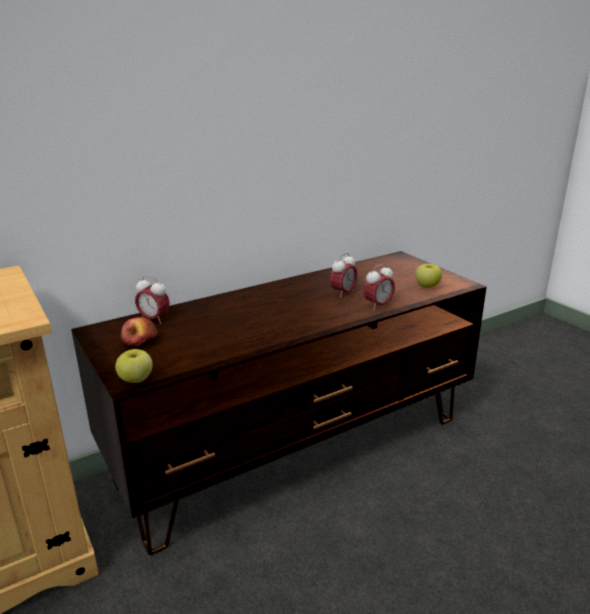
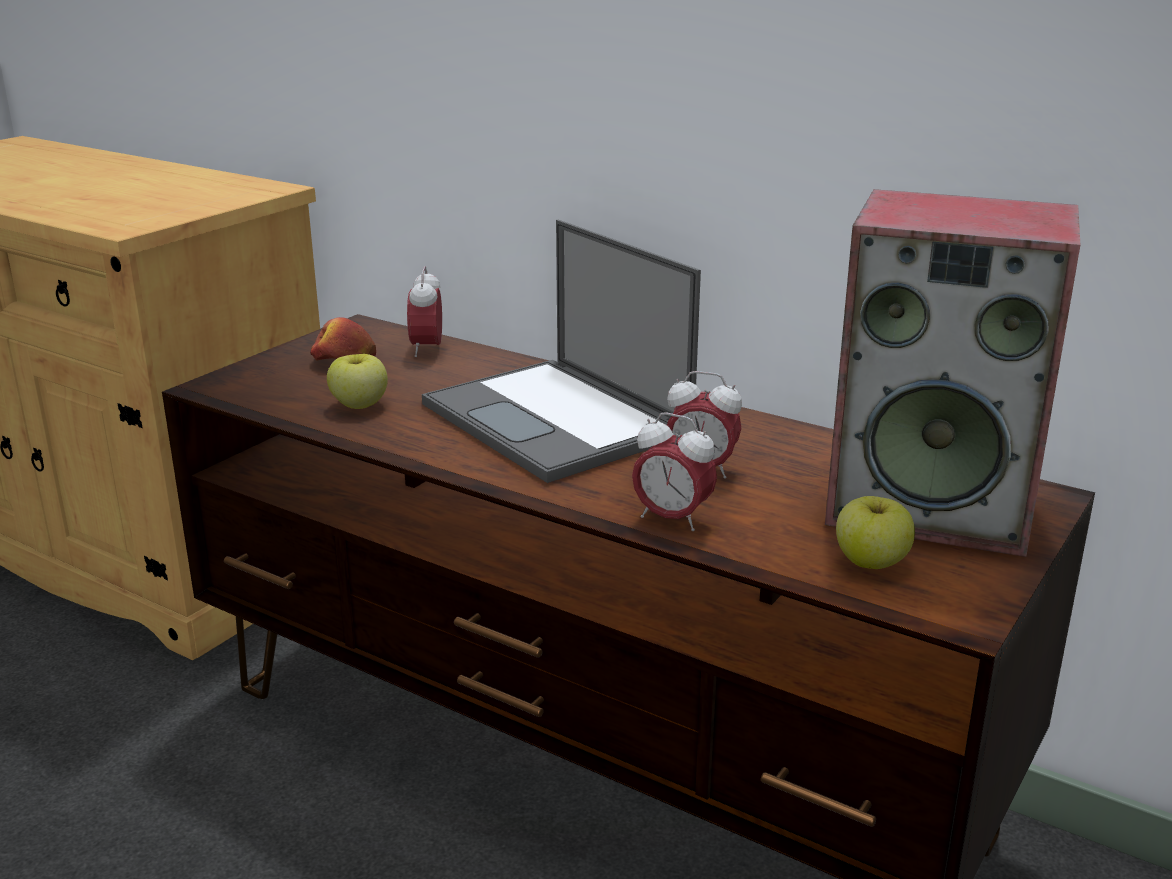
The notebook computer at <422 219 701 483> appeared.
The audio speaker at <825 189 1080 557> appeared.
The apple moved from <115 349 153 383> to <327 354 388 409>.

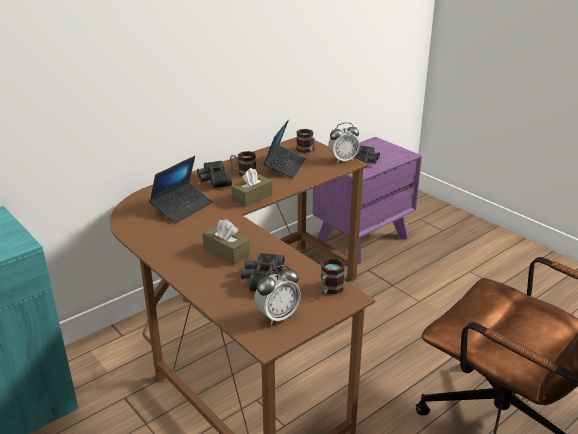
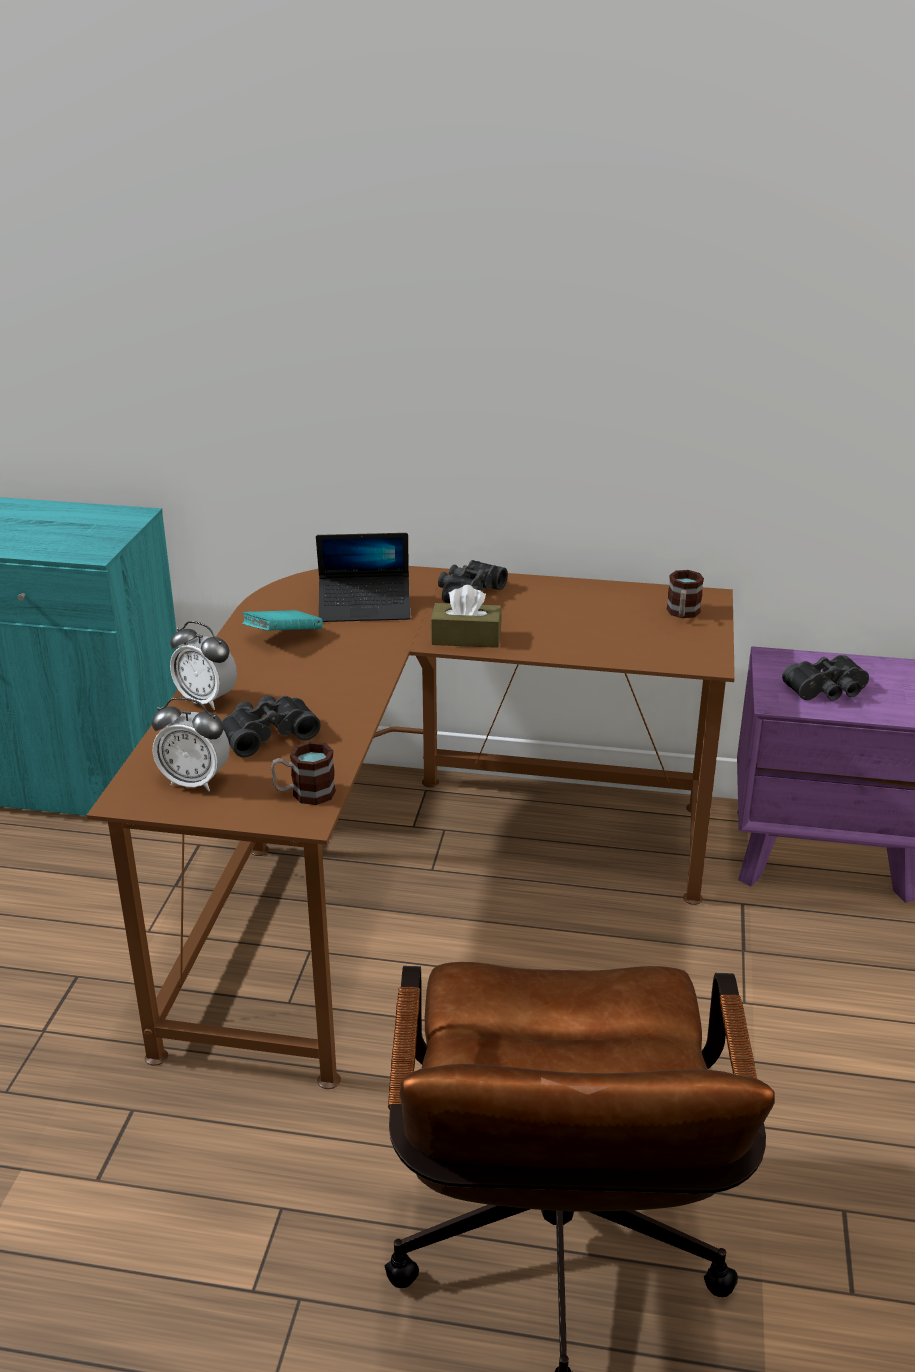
The box of tissues (brownish) at <203 219 250 265> disappeared.
The coffee mug at <230 151 256 176> disappeared.
The notebook computer at <263 119 306 178> disappeared.
The volume (turquoise) at <242 610 323 630> appeared.
The table clock moved from <328 122 359 163> to <170 621 237 710>.

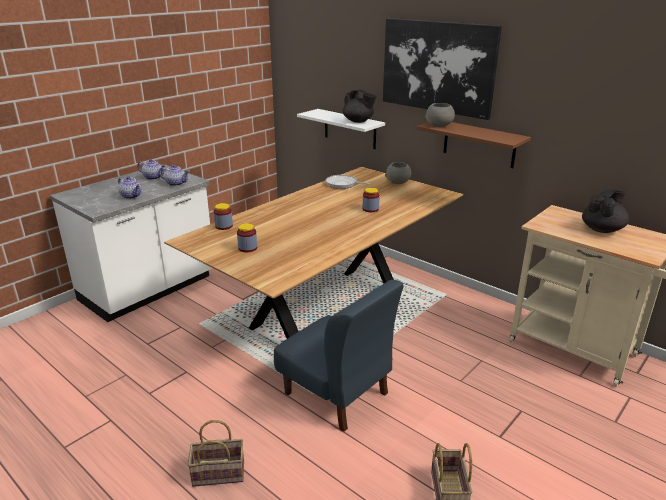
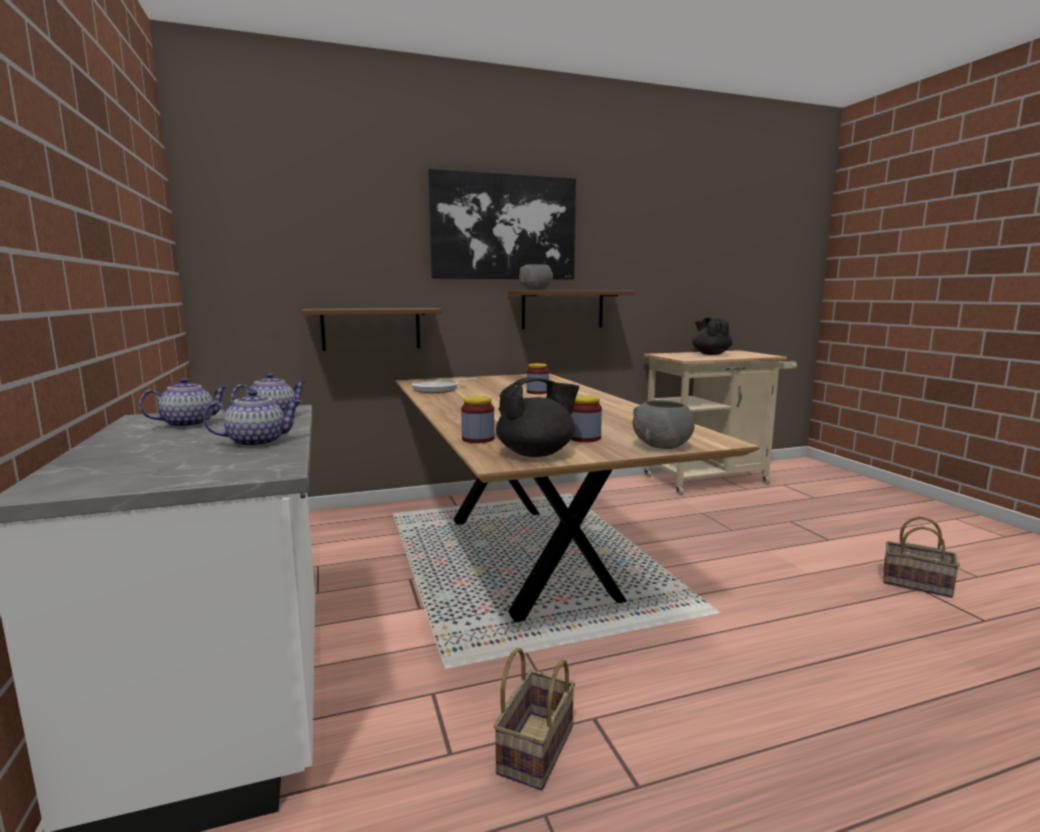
The plain chair (bluish) at <274 280 404 432> disappeared.
The basket moved from <188 420 244 487> to <494 648 575 790>.
The teapot (blackish) moved from <343 90 377 123> to <496 377 579 457>.
The bowl (grey) moved from <385 162 411 184> to <632 400 695 449>.
The shelf (white-coloured) at <297 109 385 149> became the shelf (brownish) at <301 308 442 351>.

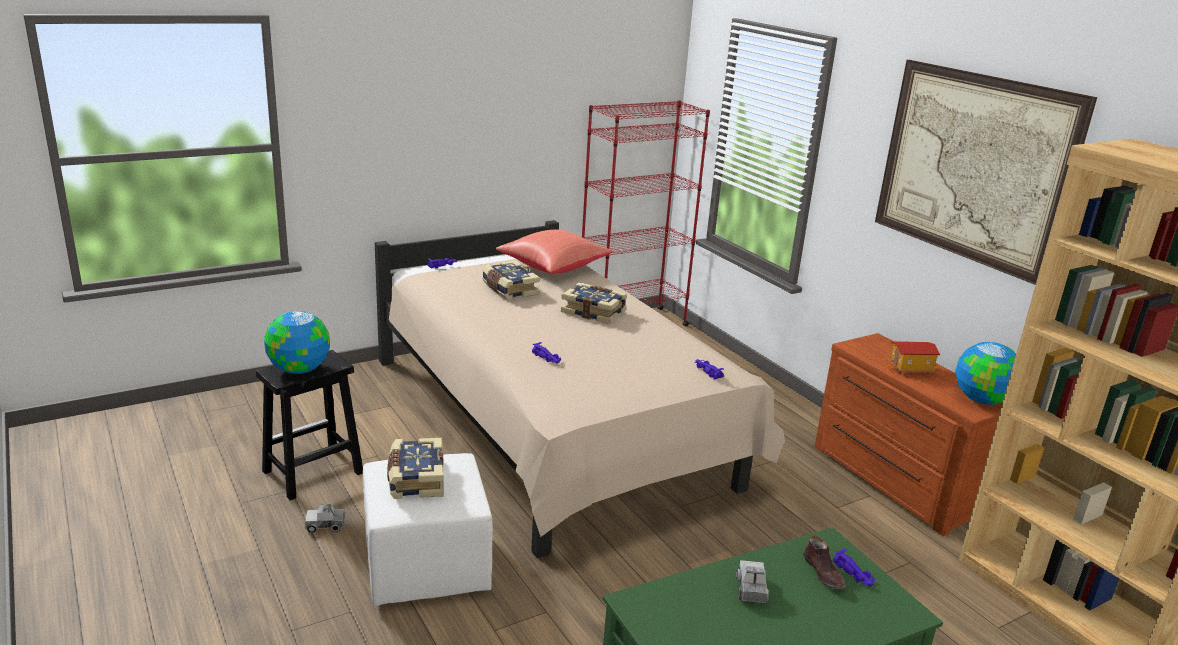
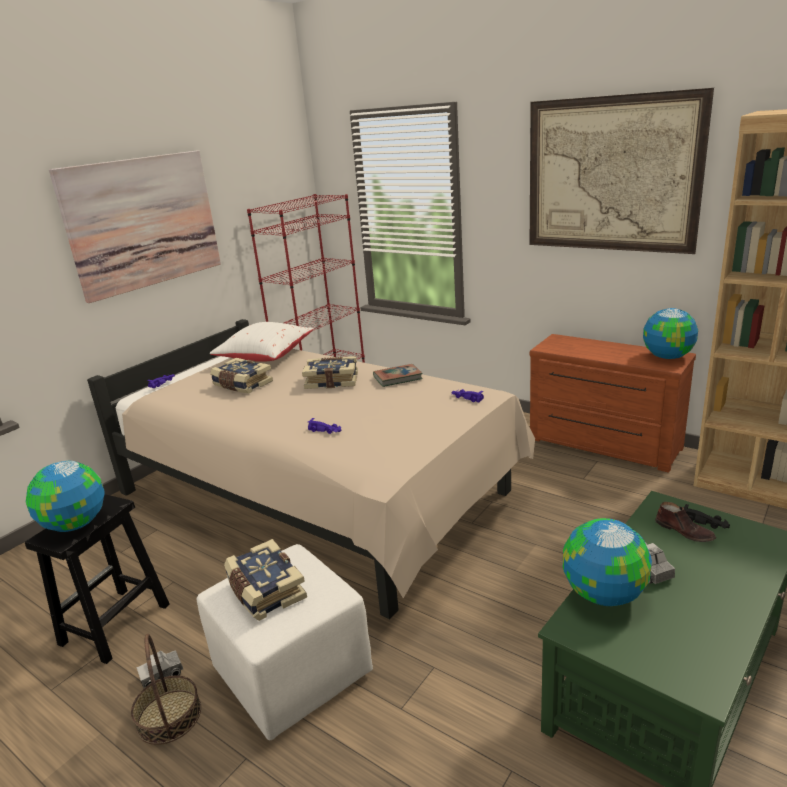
The miniature house at <885 341 940 375> disappeared.
The wall picture at <49 150 221 303> appeared.
The basket at <131 634 201 745> appeared.
The volume at <373 364 423 387> appeared.
The globe at <563 518 652 606> appeared.
The pillow (red-coloured) at <496 229 613 274> became the pillow (white-coloured) at <210 322 313 362>.
The toy car (purple-coloured) at <833 549 875 587> became the toy car (blackish) at <684 504 730 529>.

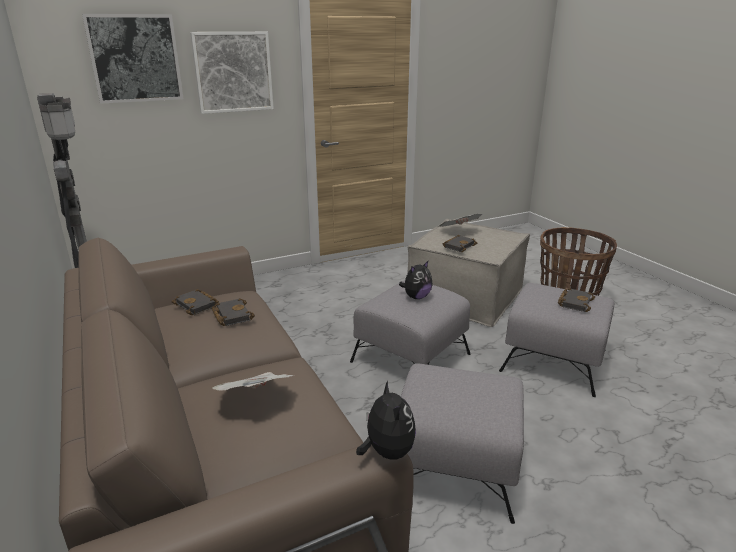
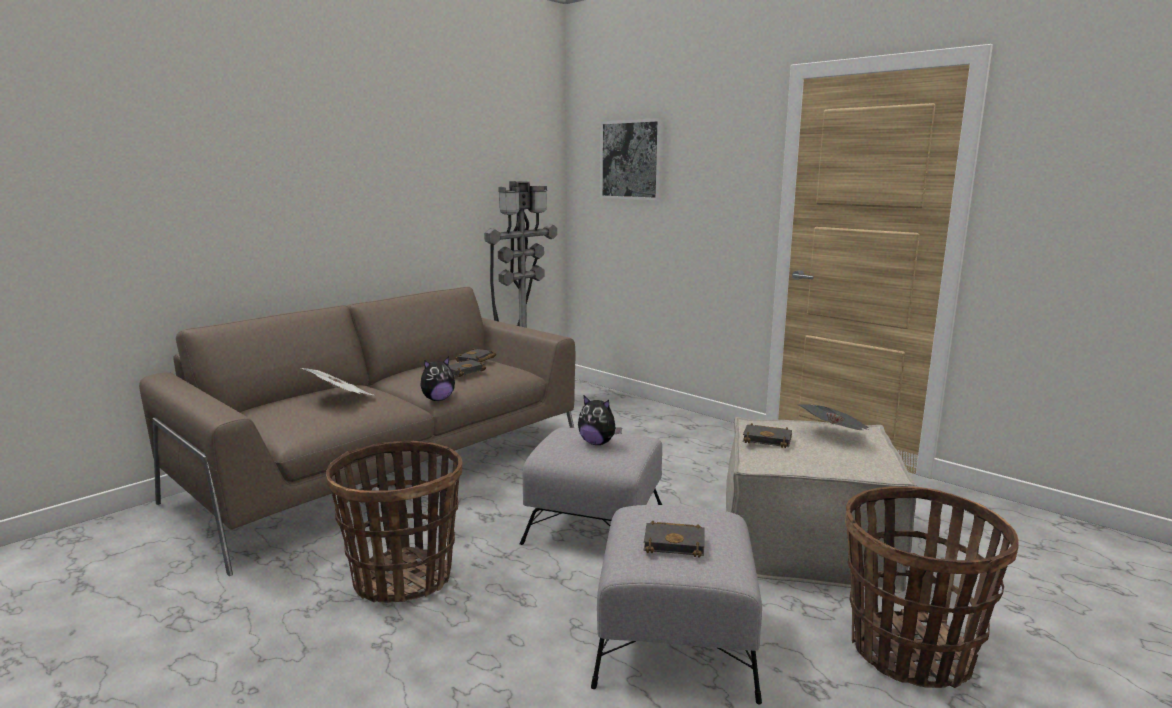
The wall picture at <190 32 274 114> disappeared.
The cuddly toy moved from <356 380 416 460> to <420 357 455 401>.
The ottoman (grey) at <401 364 524 524> was replaced by the basket at <326 441 462 603>.

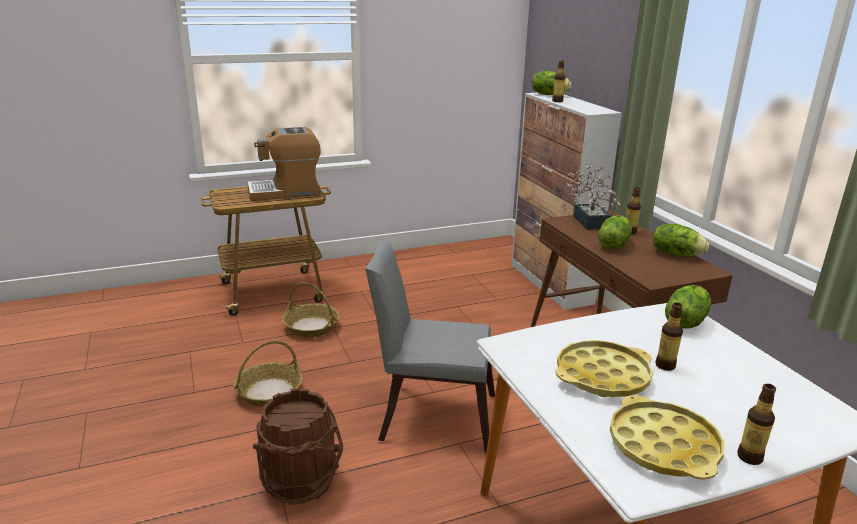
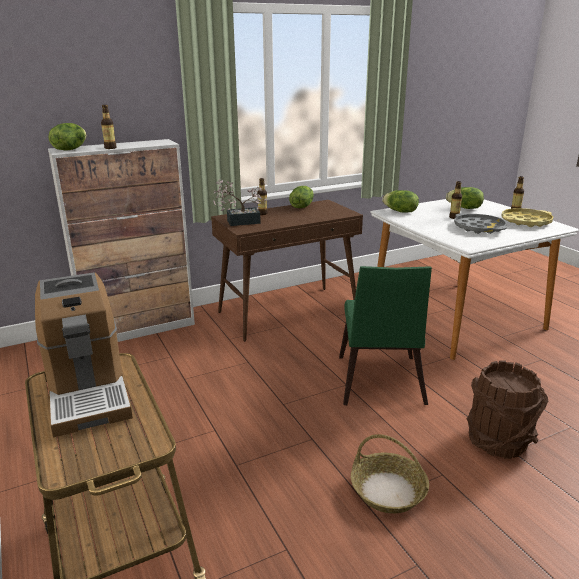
The basket at <282 282 340 337> disappeared.
The lettuce moved from <598 215 632 248> to <446 187 484 209>.
The plain chair (grey) at <365 239 495 454> became the plain chair (green-coloured) at <339 266 432 405>.
The tray (yellow) at <555 340 653 397> became the tray (grey) at <454 213 507 234>.

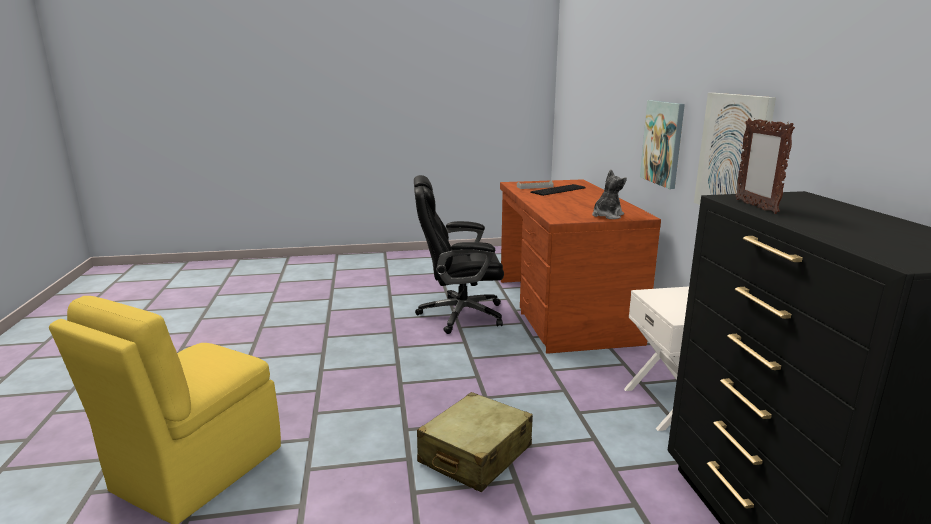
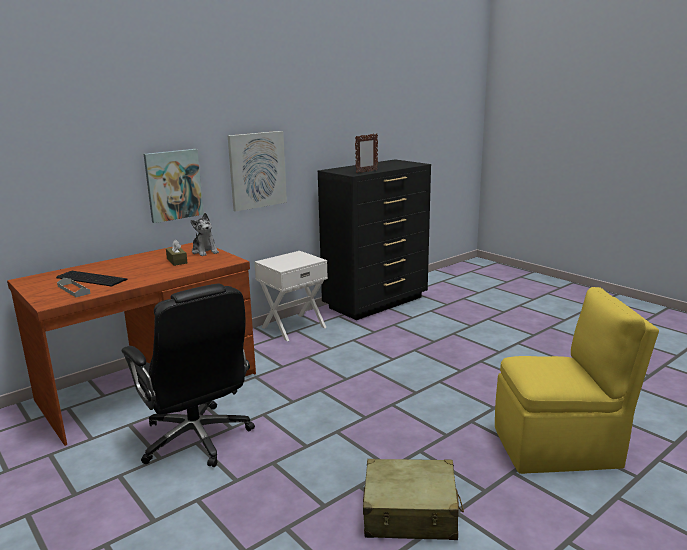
The box of tissues (brownish) at <166 240 187 266> appeared.
The suitcase (beige) moved from <417 392 533 492> to <363 459 464 540>.
The cuddly toy at <592 170 627 219> turned 135 degrees counterclockwise.

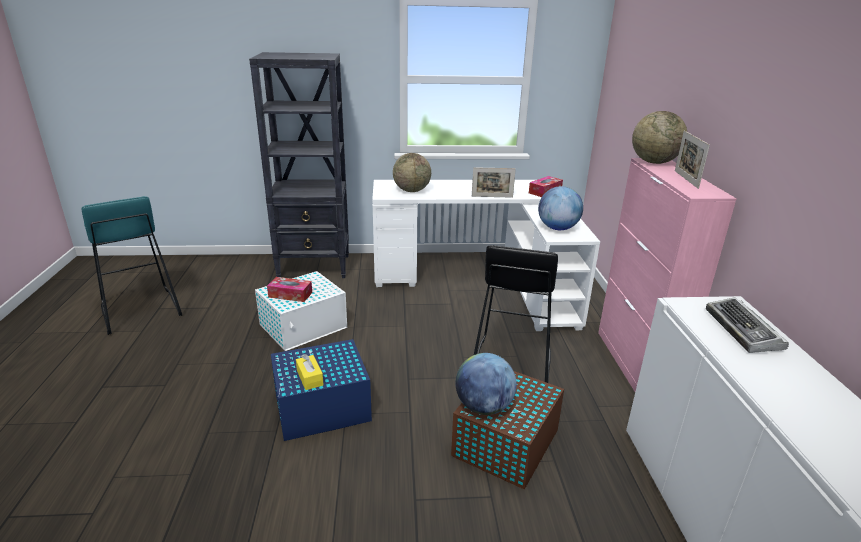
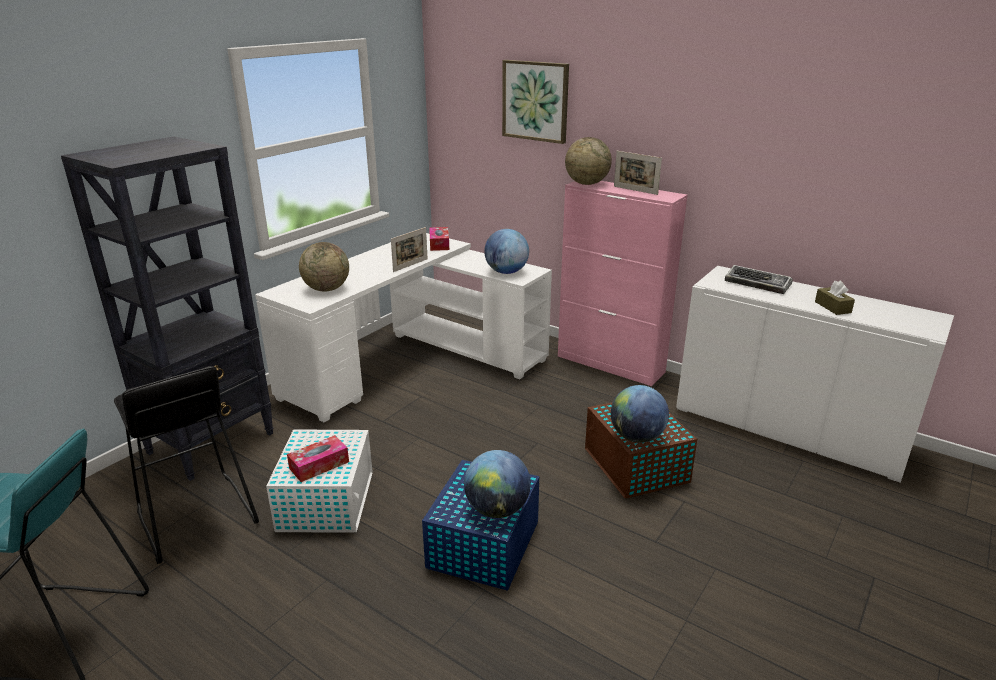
The wall picture at <502 60 569 144> appeared.
The box of tissues (brownish) at <815 281 855 315> appeared.
The sitting stool (blackish) moved from <474 245 558 383> to <114 366 259 564>.
The box of tissues (yellow) at <296 354 324 390> was replaced by the globe at <464 450 531 518>.

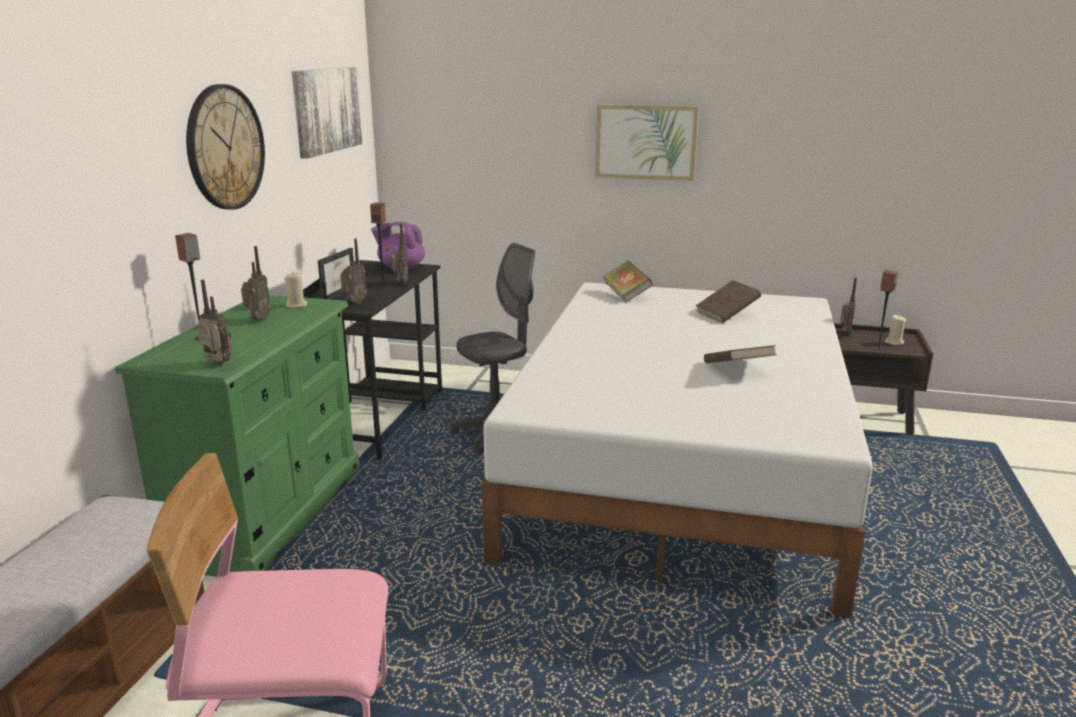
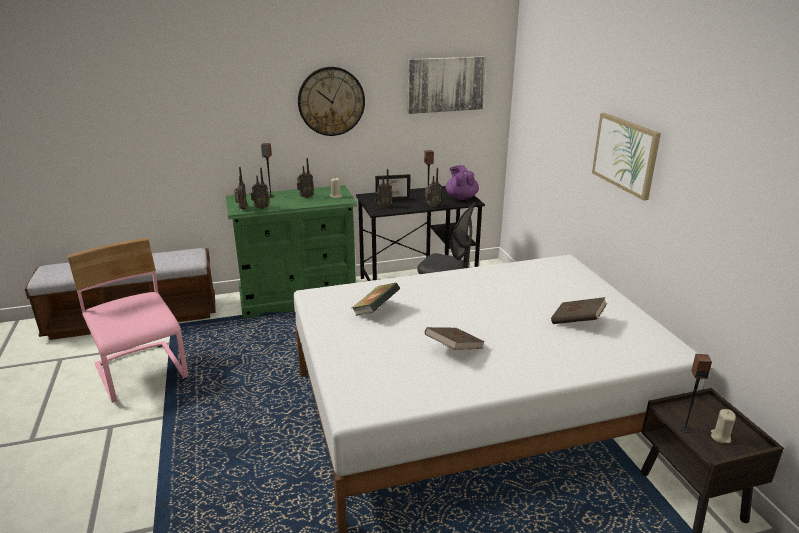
The volume moved from <603 261 653 302> to <352 283 400 316>.
The radio set moved from <840 277 857 334> to <250 167 269 209>.

